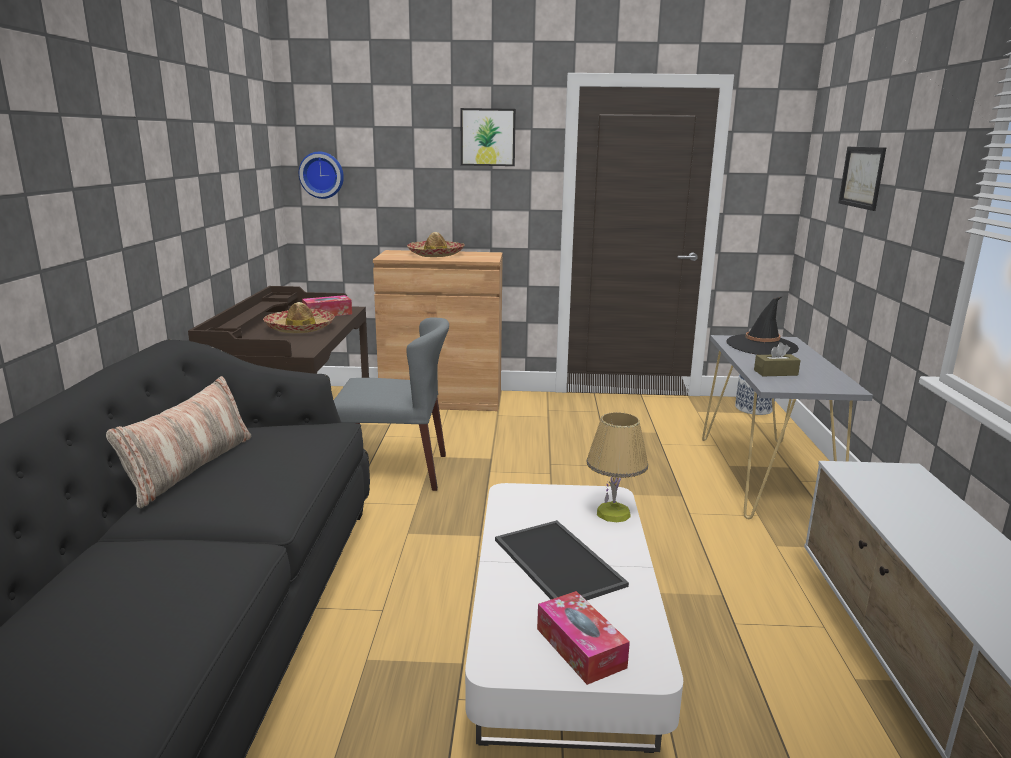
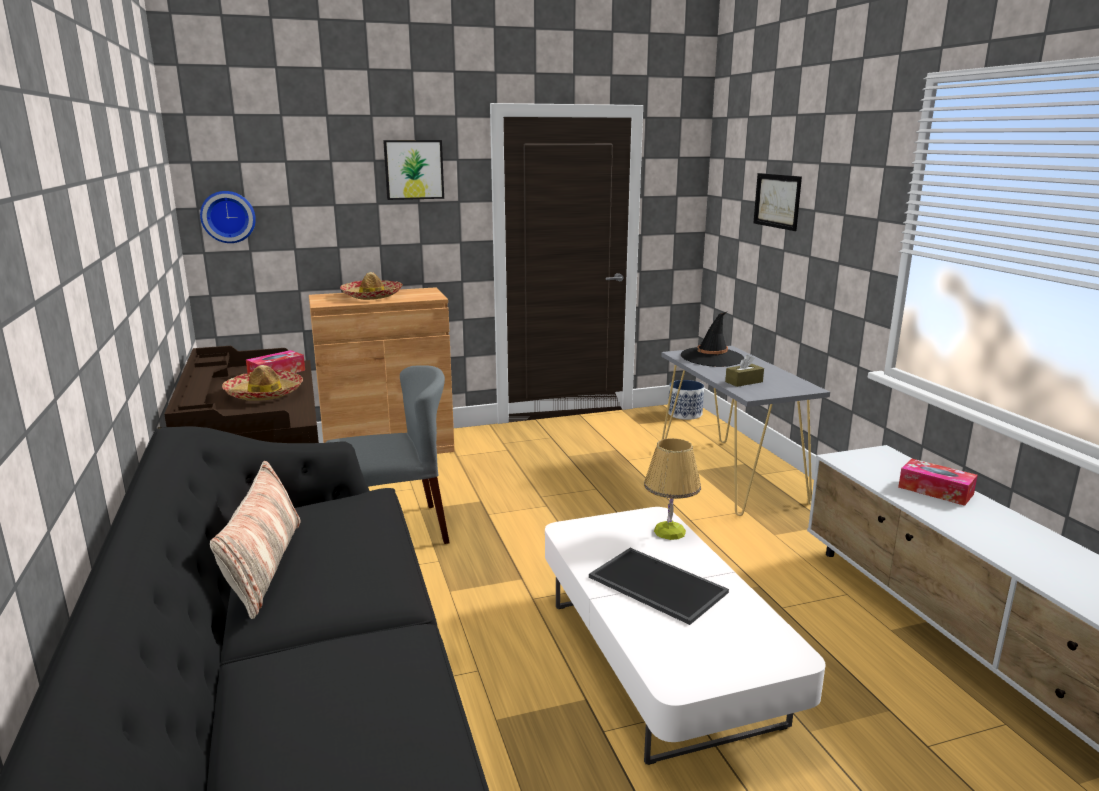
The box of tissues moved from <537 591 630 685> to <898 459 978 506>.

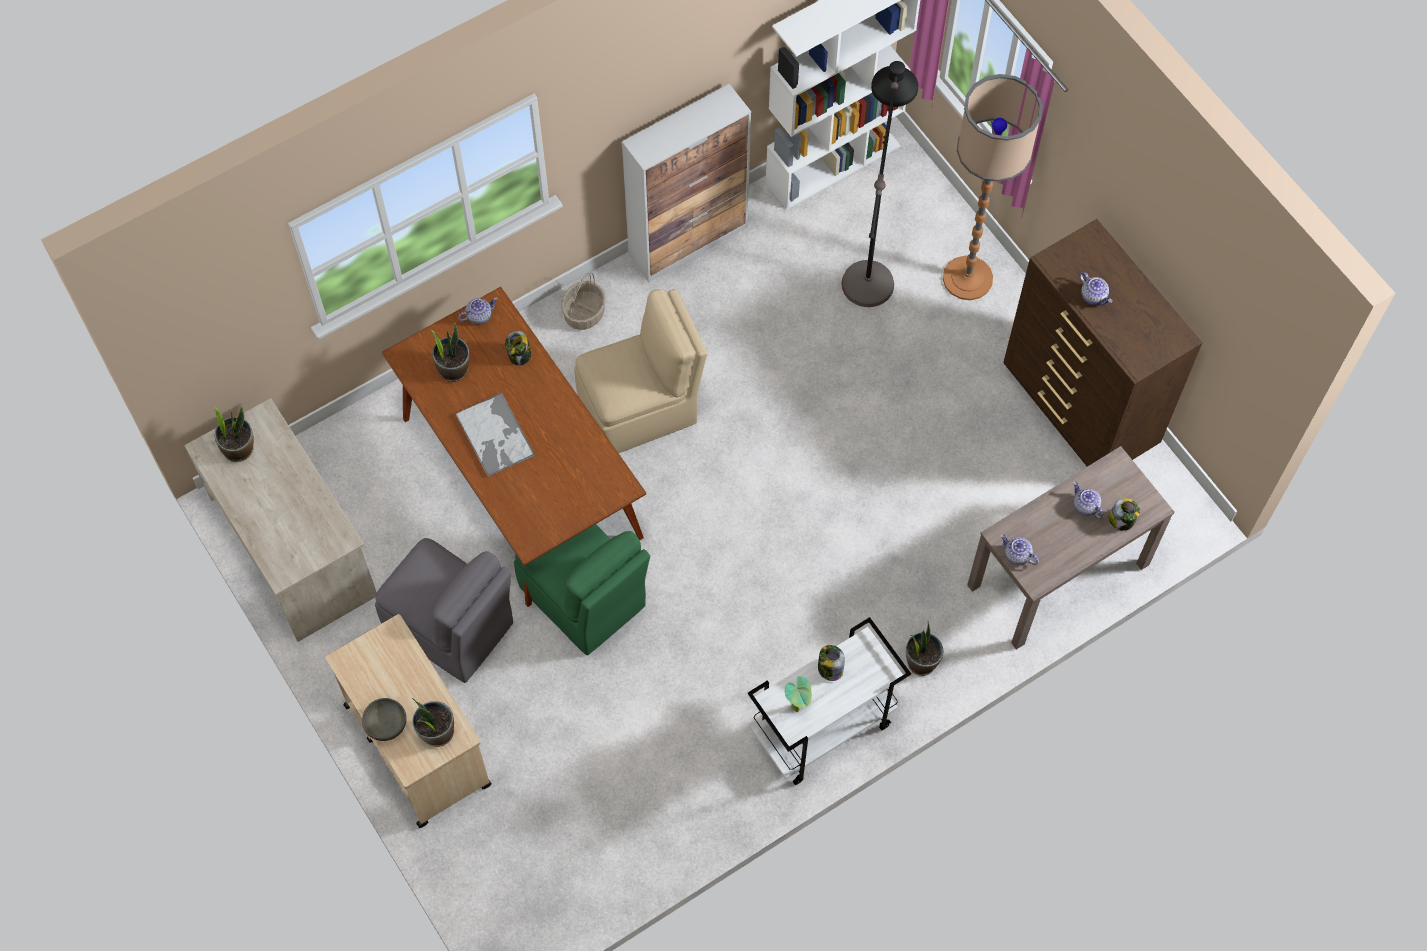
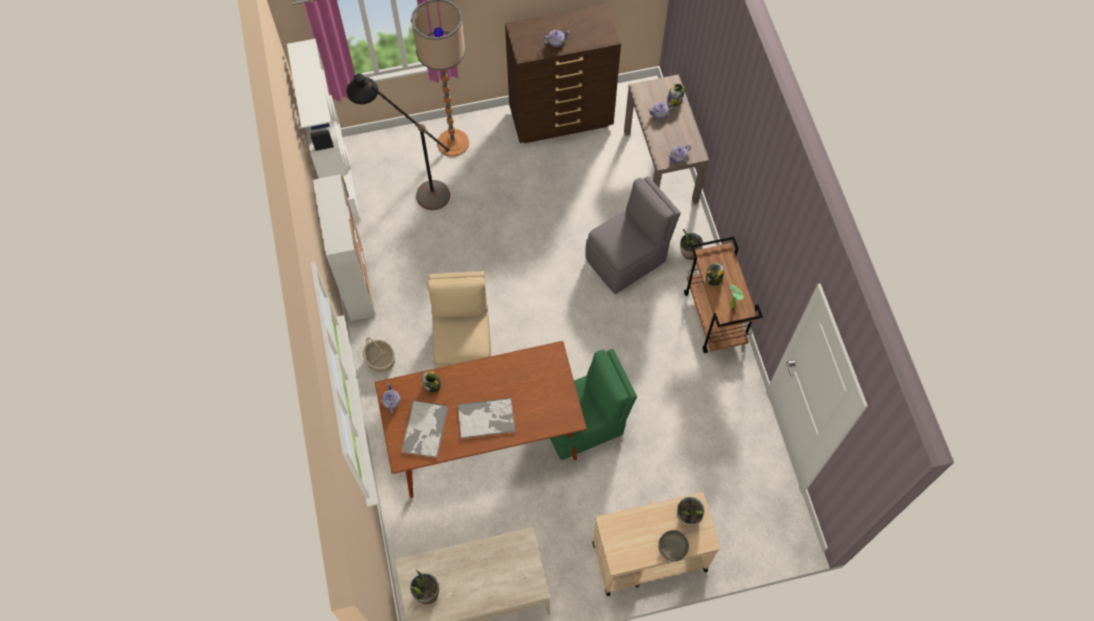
The plain chair (grey) moved from <375 538 513 683> to <585 176 681 294>.
The potted plant at <431 322 469 382> was replaced by the tray at <401 401 449 458>.
The cart (white-coloured) at <748 617 911 785> became the cart (brownish) at <684 236 763 353>.

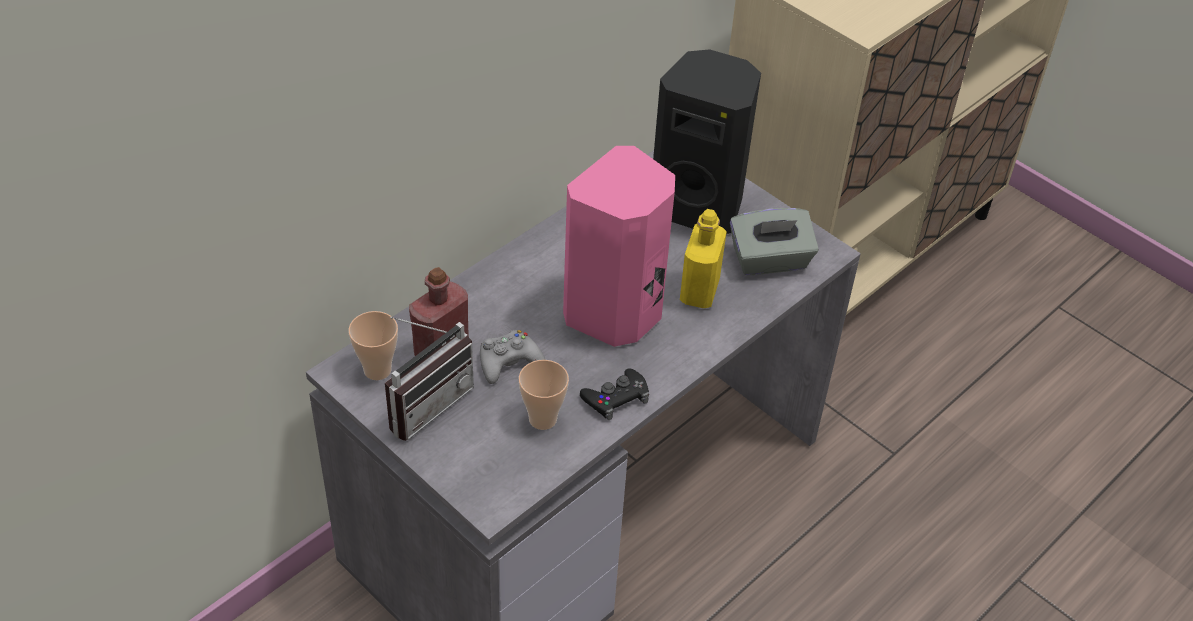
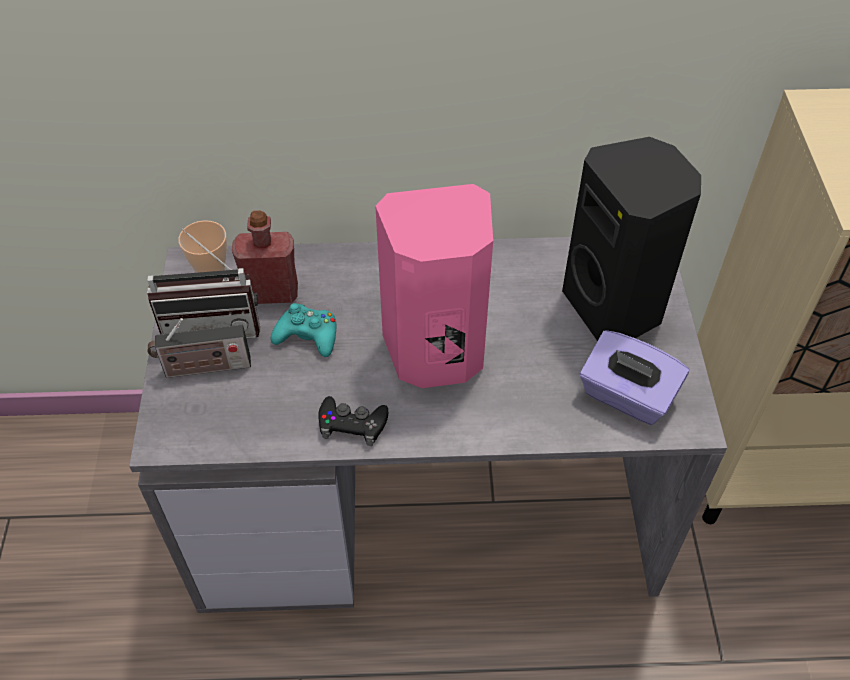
The small cup at <519 360 569 430> disappeared.
The beverage bottle (yellow) at <680 209 727 308> disappeared.
The radio set at <148 318 251 378> appeared.
The gamepad (grey) at <480 330 545 384> became the gamepad (turquoise) at <271 303 336 357>.
The box of tissues (grey) at <730 208 819 275> became the box of tissues (purple-coloured) at <580 330 689 425>.

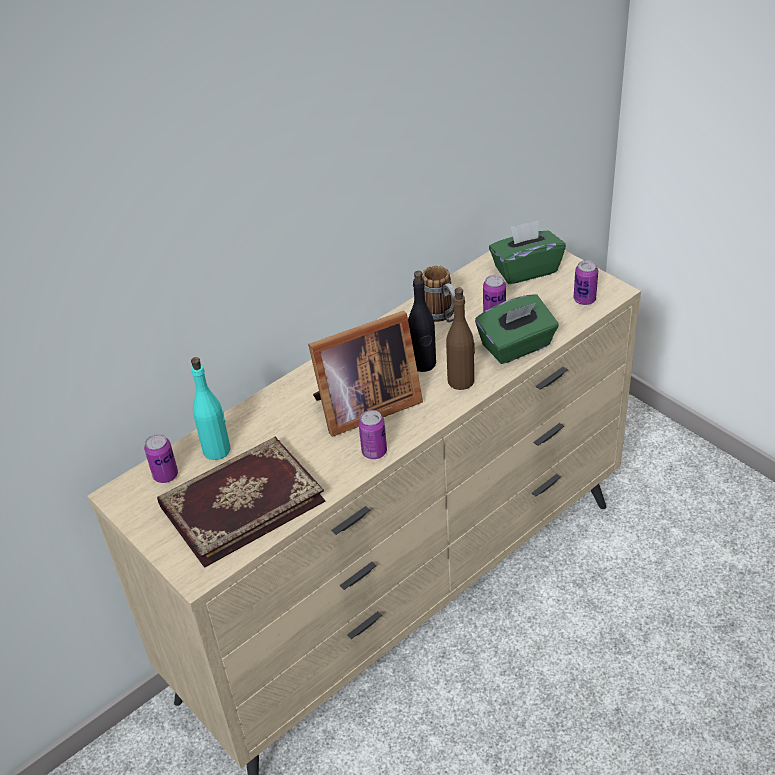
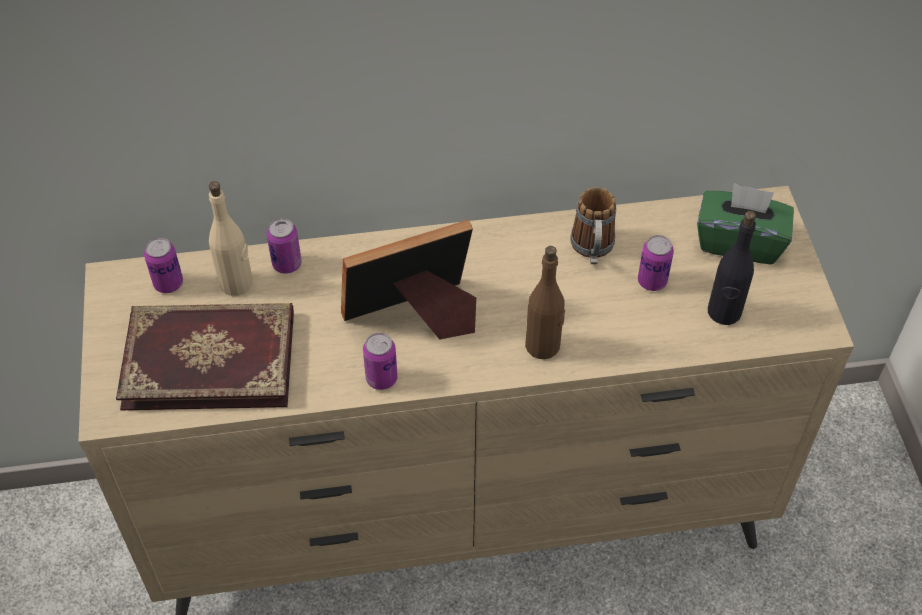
The box of tissues (green-coloured) at <475 294 559 364> disappeared.
The beverage bottle (blackish) moved from <408 271 436 372> to <708 211 756 325>.
The metal can moved from <574 260 598 305> to <266 218 302 274>.
The beverage bottle (turquoise) at <191 357 231 460> became the beverage bottle (beige) at <209 181 253 296>.
The picture frame at <308 311 423 437> turned 150 degrees clockwise.

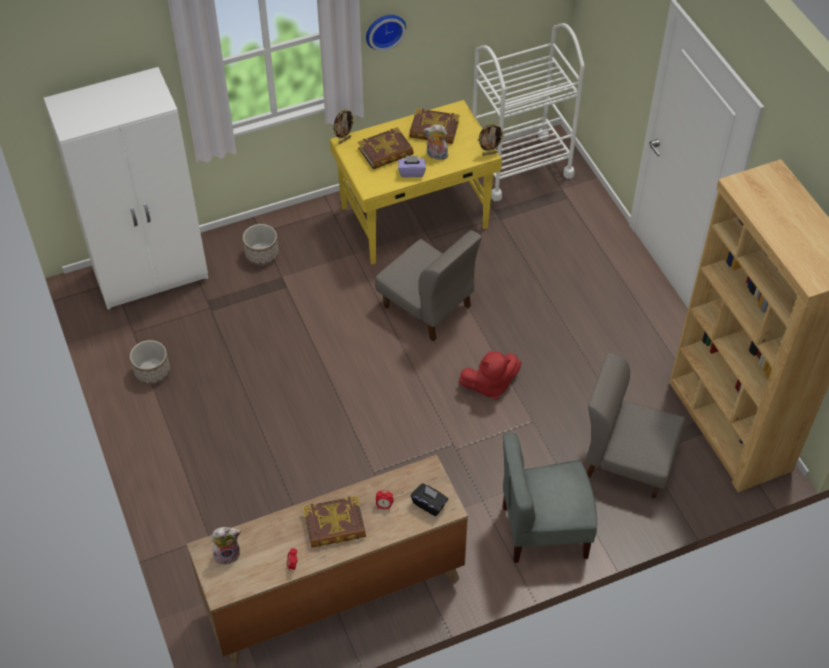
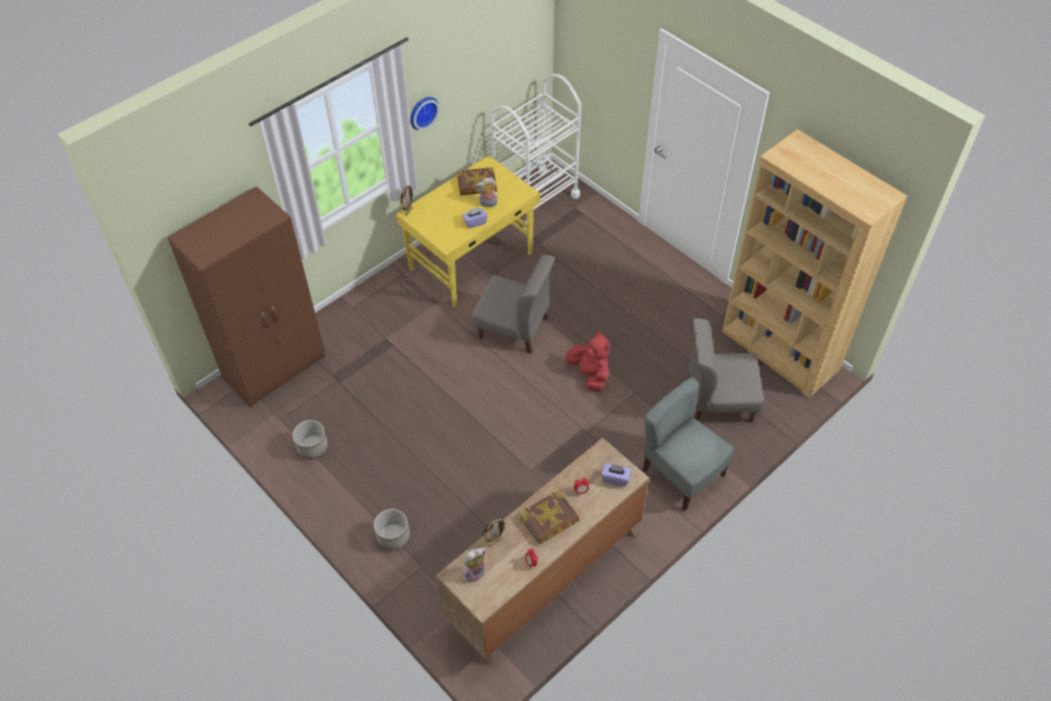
The volume at <358 127 414 169> disappeared.
The flower pot moved from <243 224 279 266> to <374 509 410 550>.
The picture frame moved from <478 124 504 156> to <482 518 507 547>.
The wardrobe (white-coloured) at <44 67 208 309> became the wardrobe (brownish) at <167 186 325 408>.
The box of tissues (blackish) at <411 483 448 516> became the box of tissues (purple-coloured) at <601 463 631 486>.
The cuddly toy (red-coloured) at <459 351 521 400> turned 90 degrees counterclockwise.
The plain chair (grey) at <503 432 597 563> turned 75 degrees clockwise.

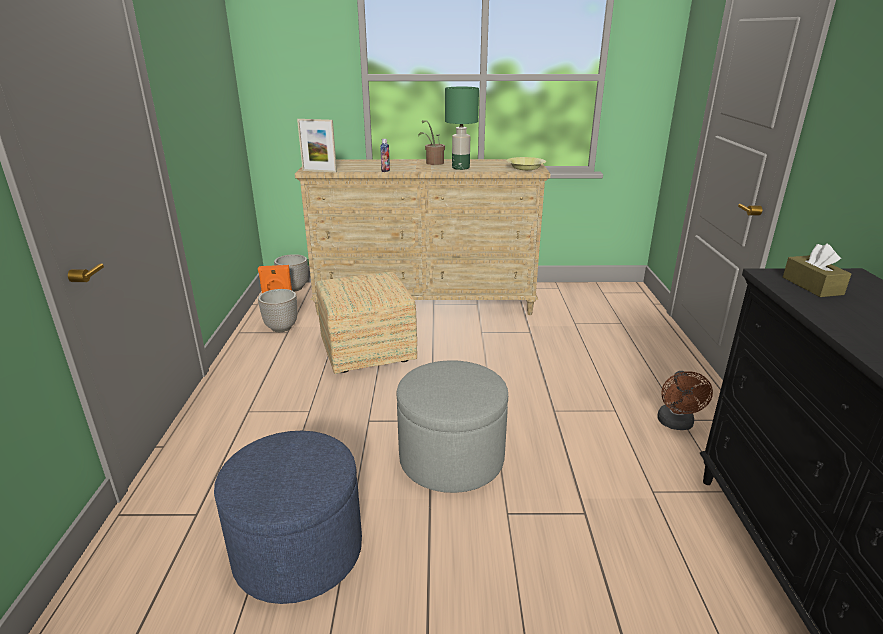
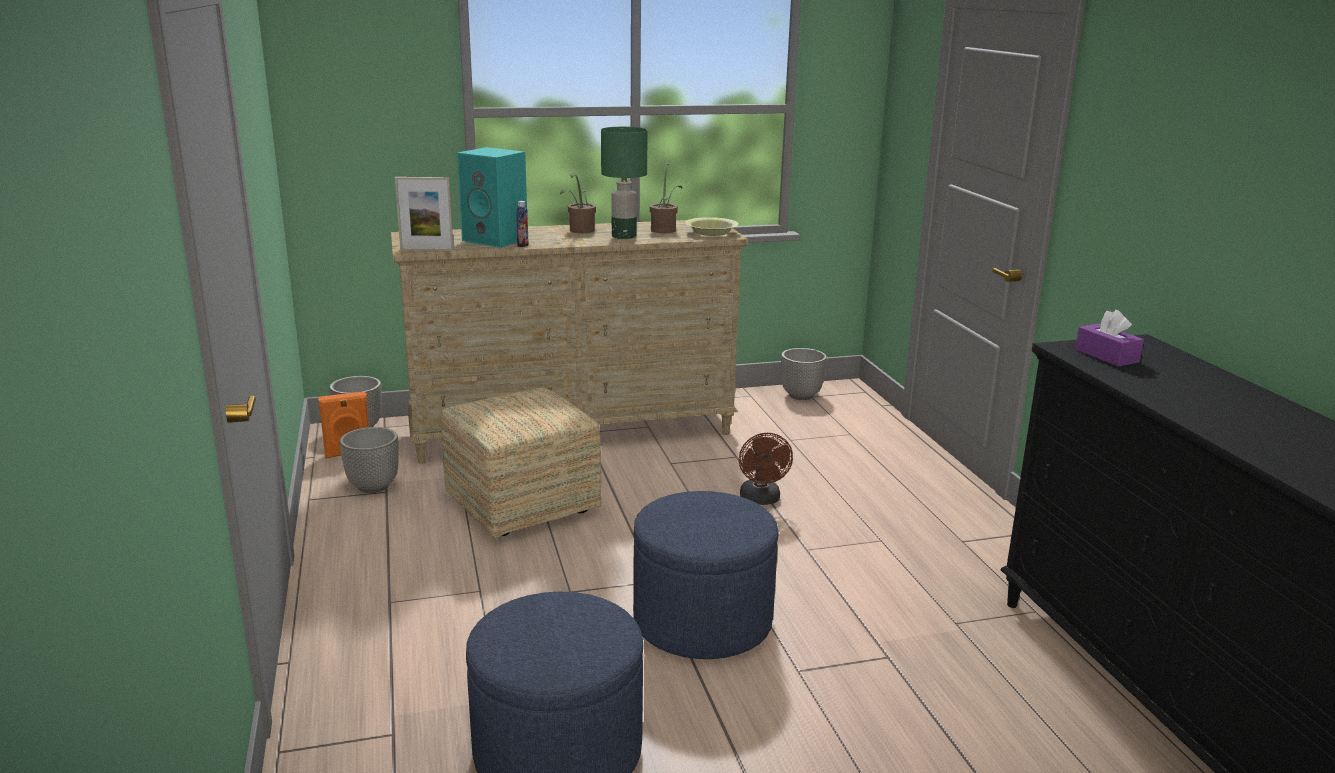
The audio speaker (turquoise) at <457 147 527 248> appeared.
The potted plant at <650 163 682 233> appeared.
The flower pot at <781 348 827 400> appeared.
The cooling fan (brownish) moved from <657 371 713 430> to <739 433 793 505>.
The ottoman (grey) at <397 360 508 493> became the ottoman (bluish) at <633 491 778 659>.
The box of tissues (brownish) at <783 244 851 297> became the box of tissues (purple-coloured) at <1075 310 1144 367>.

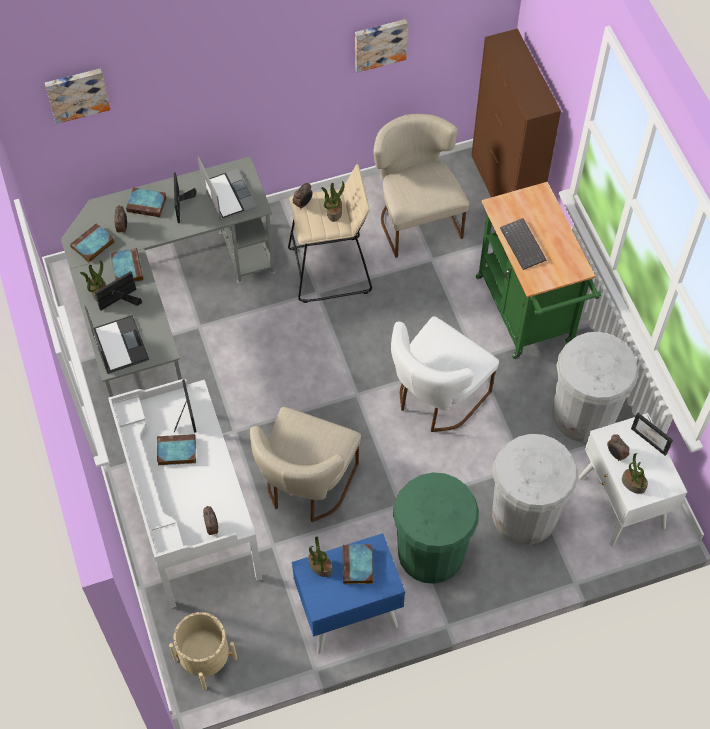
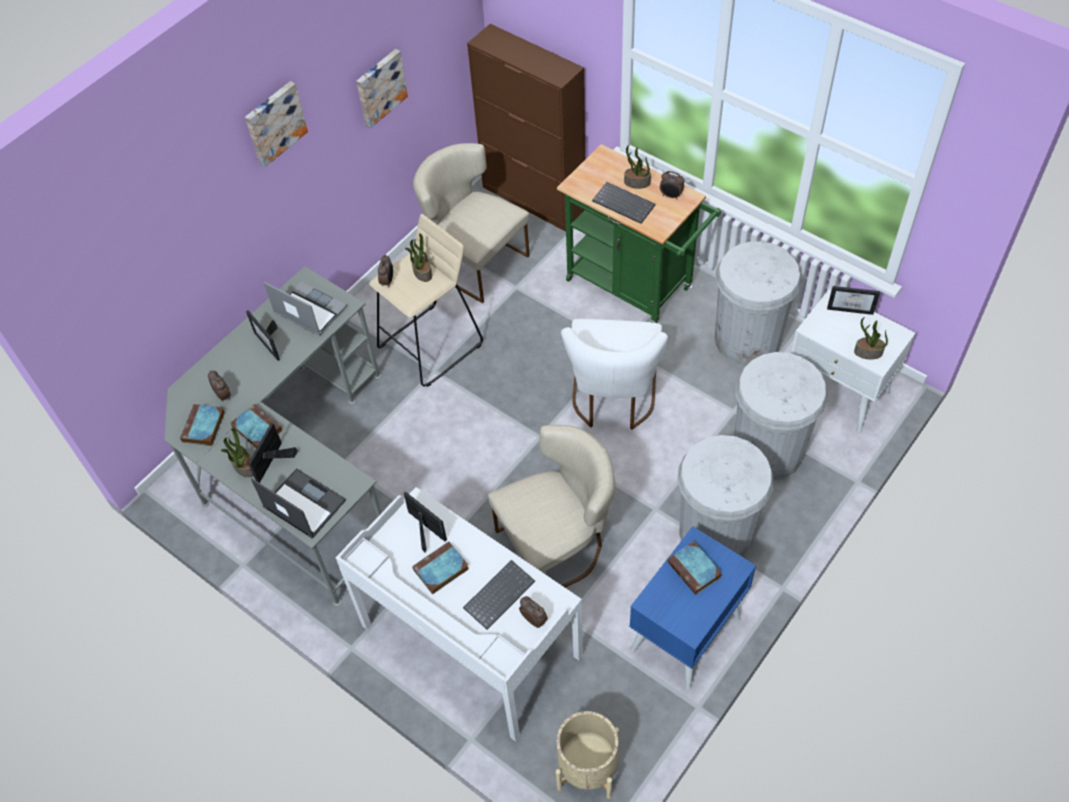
The volume at <126 187 167 217> disappeared.
The keyboard at <463 560 535 630> appeared.
The wall picture moved from <45 68 110 124> to <245 81 308 167>.
The potted plant moved from <308 537 332 577> to <624 145 651 189>.
The table clock moved from <607 434 630 461> to <660 171 684 200>.
The waste bin (green-coloured) at <393 472 479 584> became the waste bin (white-coloured) at <677 435 773 557>.
The plain chair (beige) at <250 407 361 522> turned 105 degrees counterclockwise.

